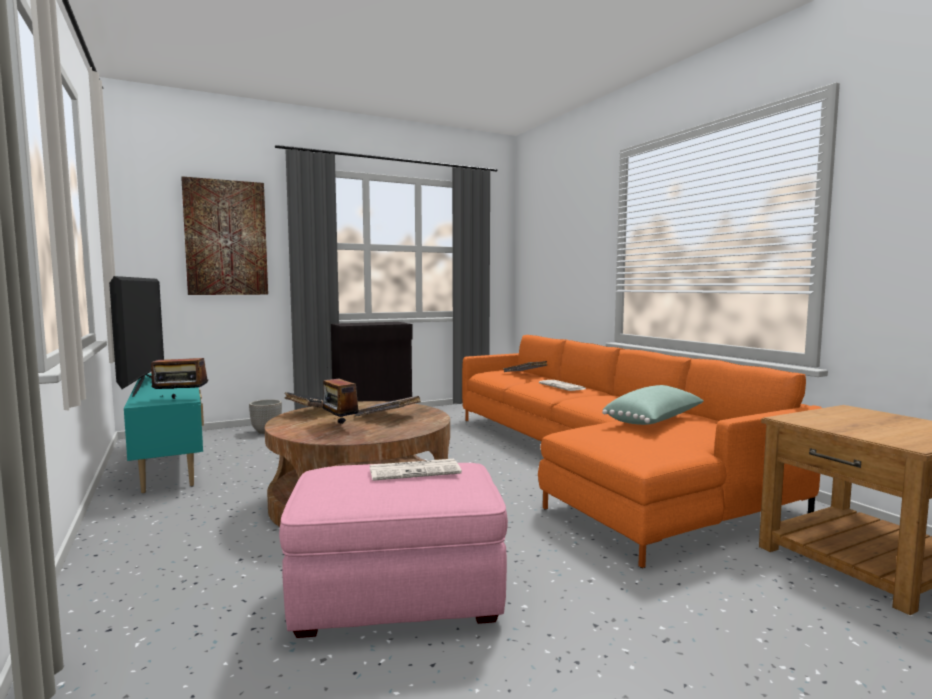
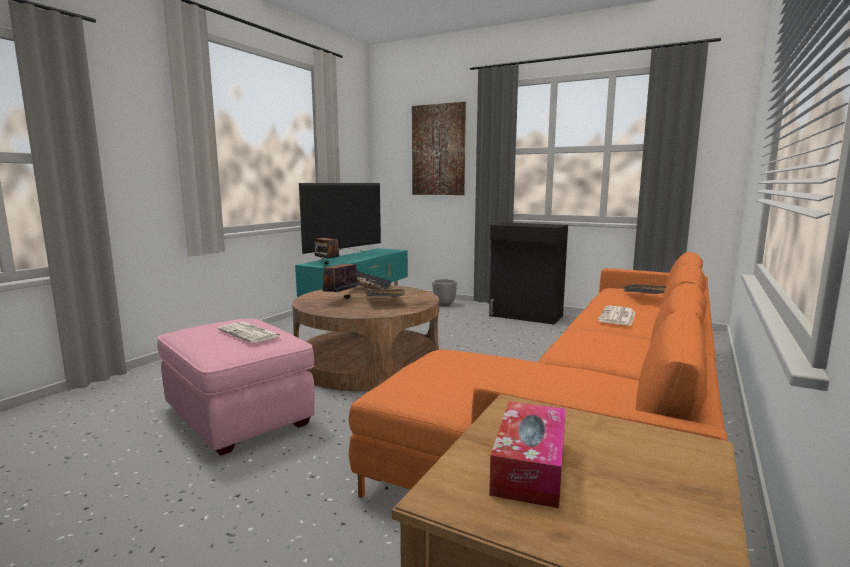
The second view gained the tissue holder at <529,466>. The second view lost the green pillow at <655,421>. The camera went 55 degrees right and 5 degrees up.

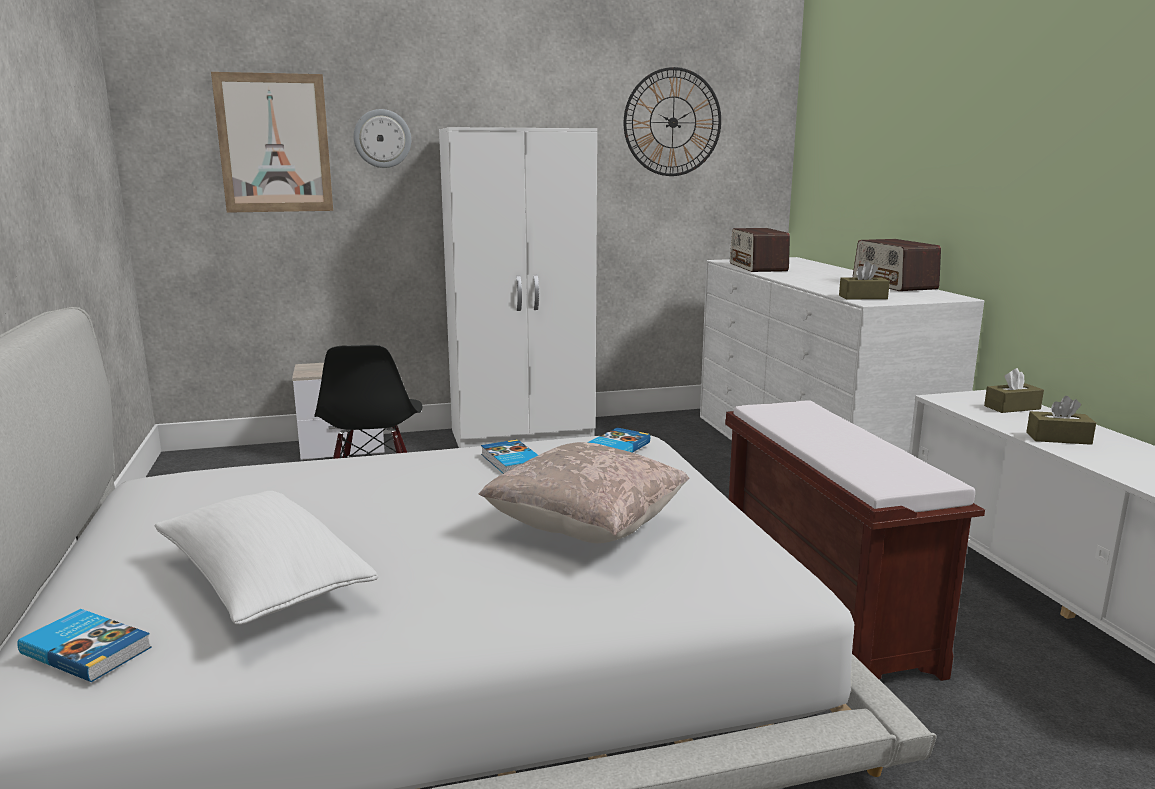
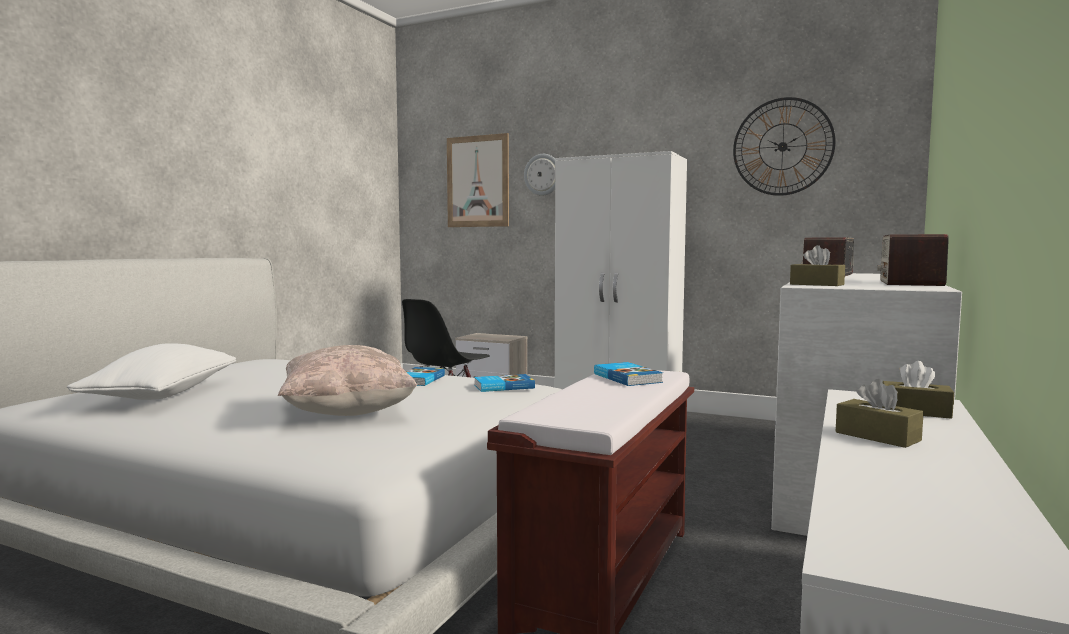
The volume ended up elsewhere, having gone from <87,649> to <628,378>. The camera went 40 degrees right and 10 degrees down.

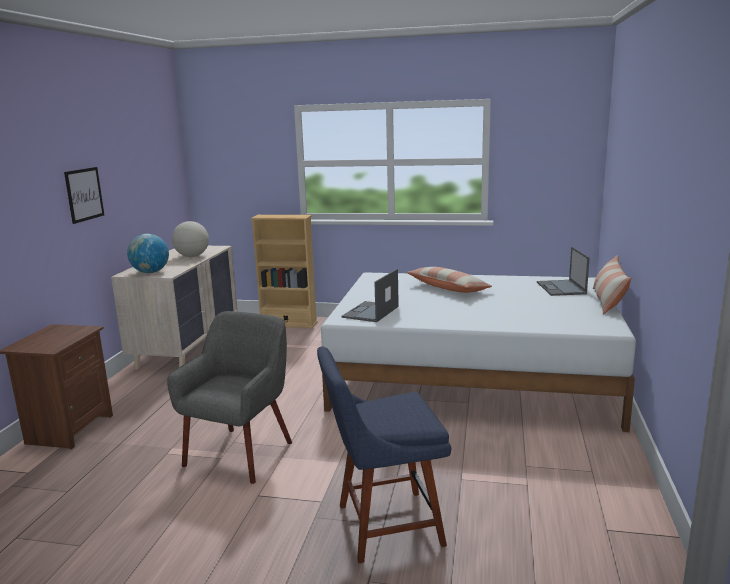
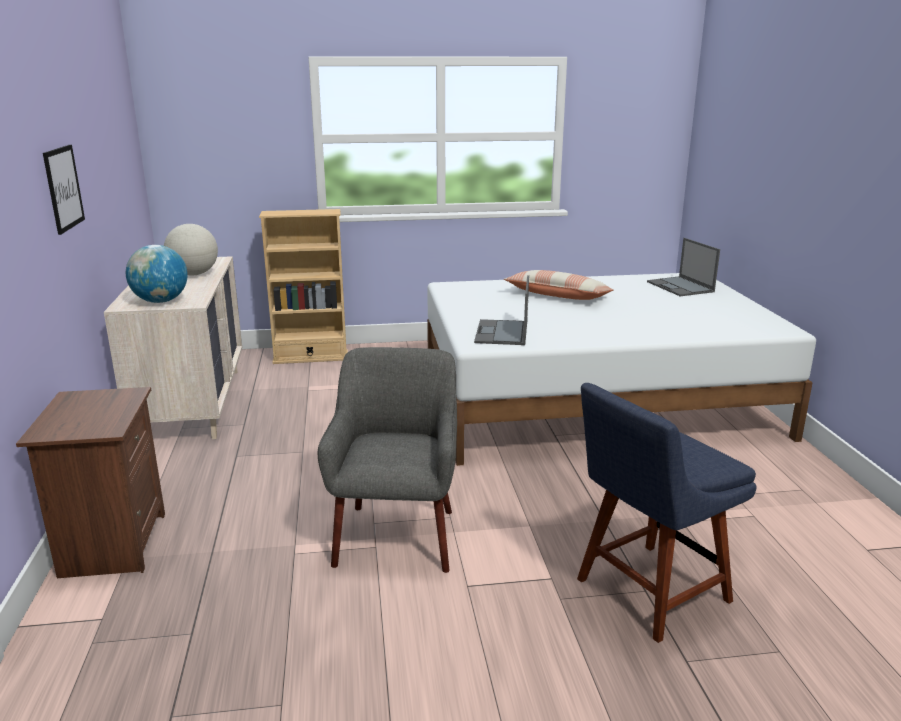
The second view lost the pillow at <608,301>. The camera went 20 degrees left and 5 degrees up.

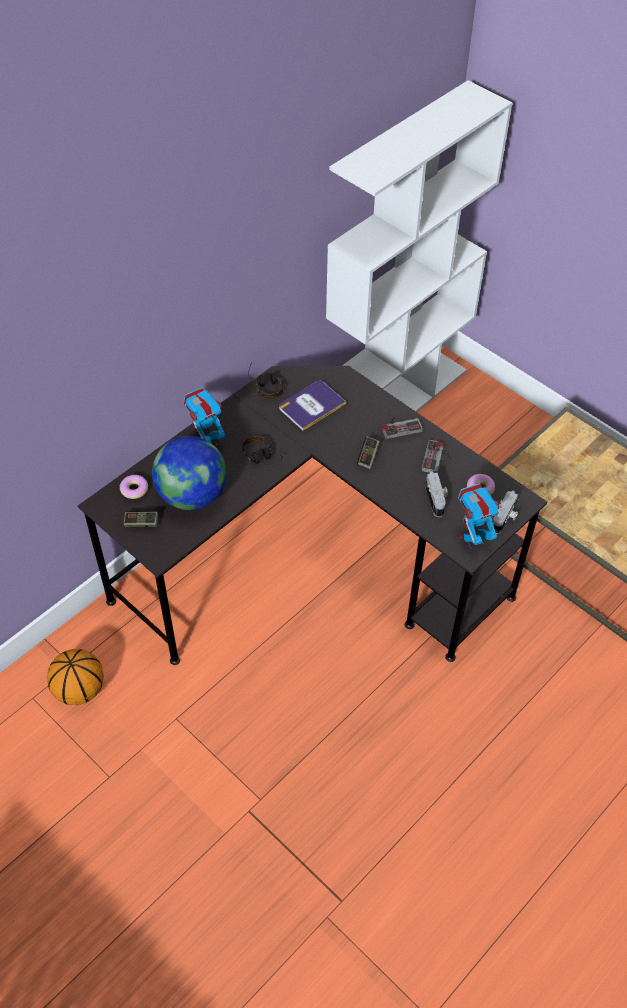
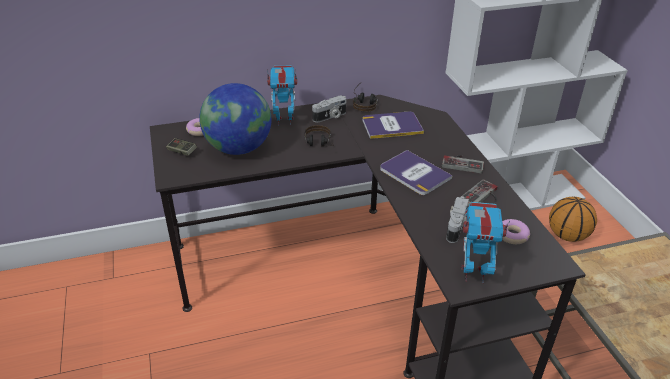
The still camera ended up elsewhere, having gone from <504,518> to <330,117>. Where the game controller stood at <368,456>, the volume came to stand at <414,173>. The basketball ball ended up elsewhere, having gone from <80,689> to <567,235>. The camera went 30 degrees right and 15 degrees down.

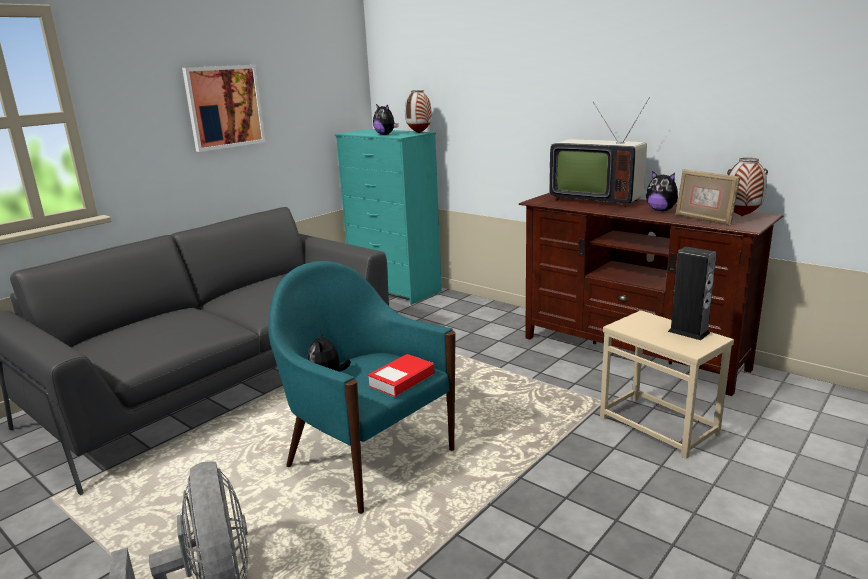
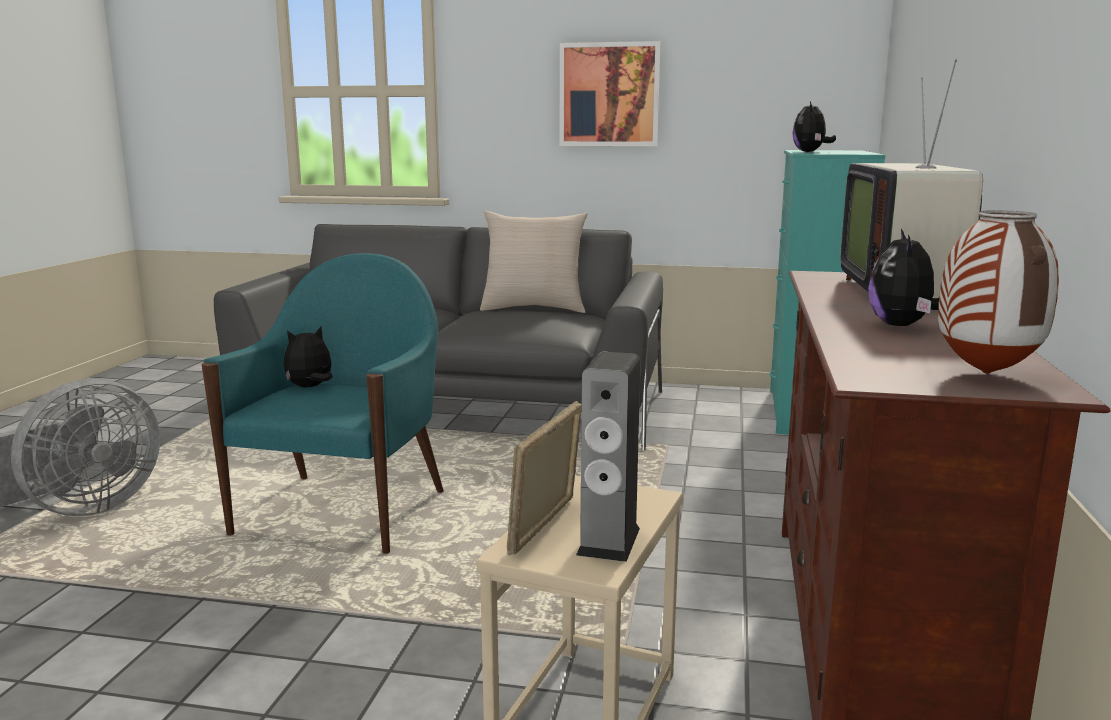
The second view gained the sand-coloured pillow at <534,308>. The standing frame ended up elsewhere, having gone from <703,220> to <546,526>. The second view lost the volume at <402,380>. The second view lost the decorative vase at <419,133>. The camera went 60 degrees right and 5 degrees down.

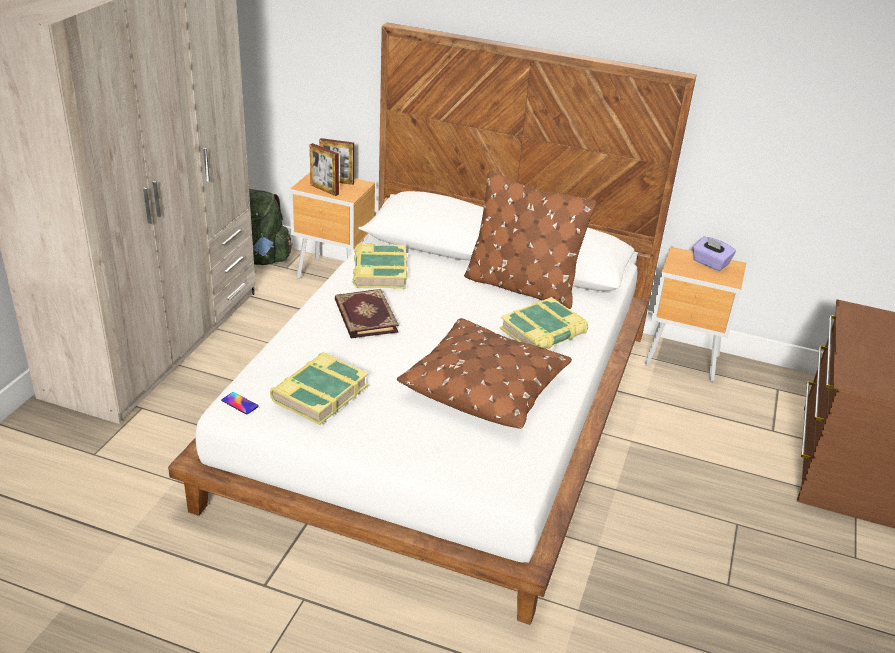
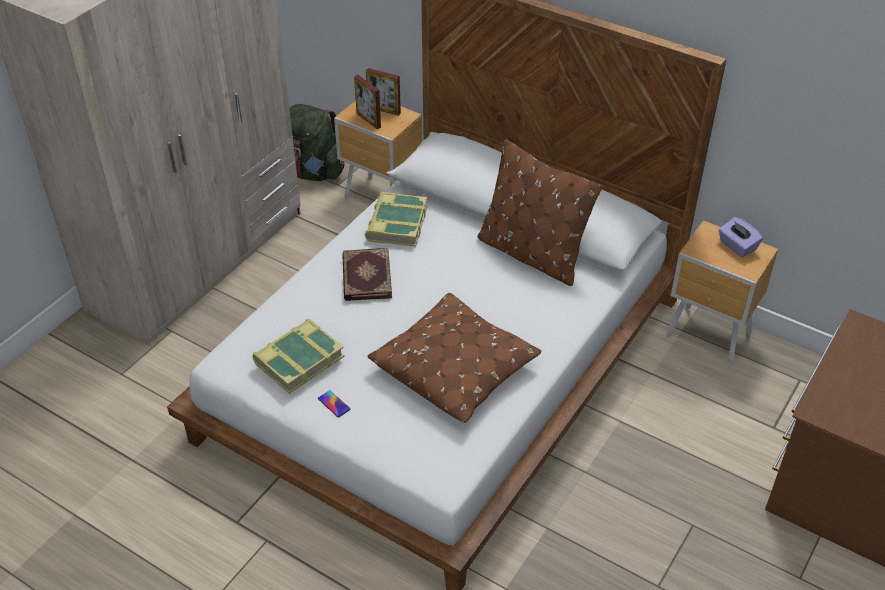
The phone ended up elsewhere, having gone from <240,403> to <334,404>. The second view lost the volume at <543,332>. The camera went 15 degrees right and 10 degrees up.

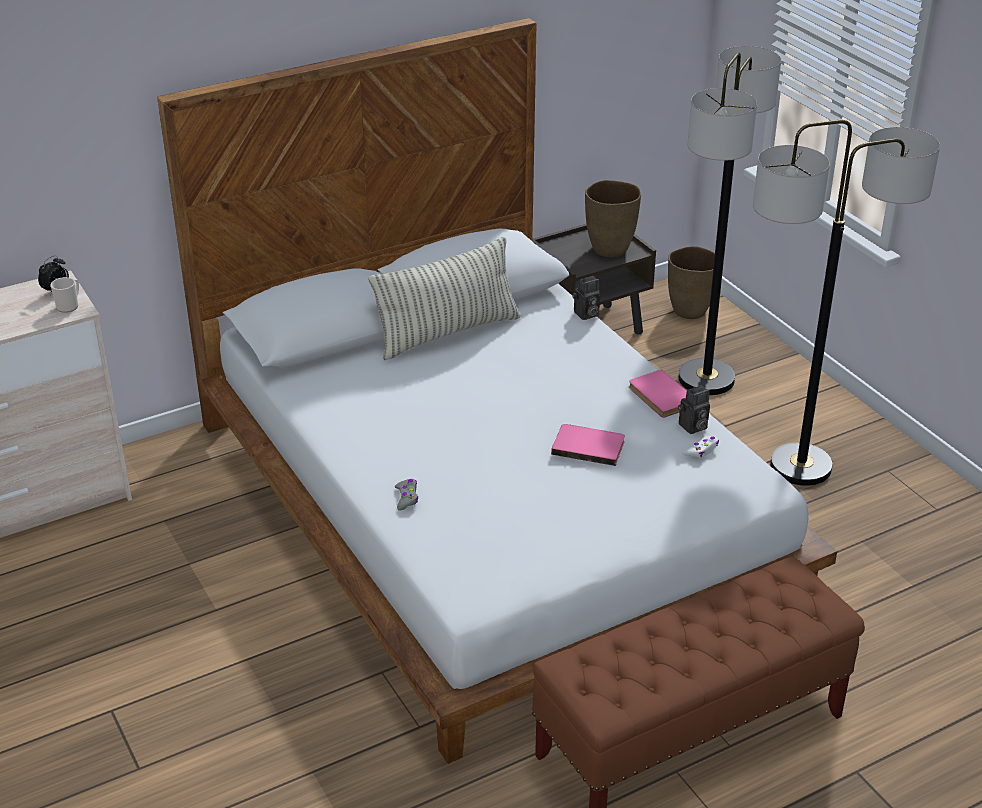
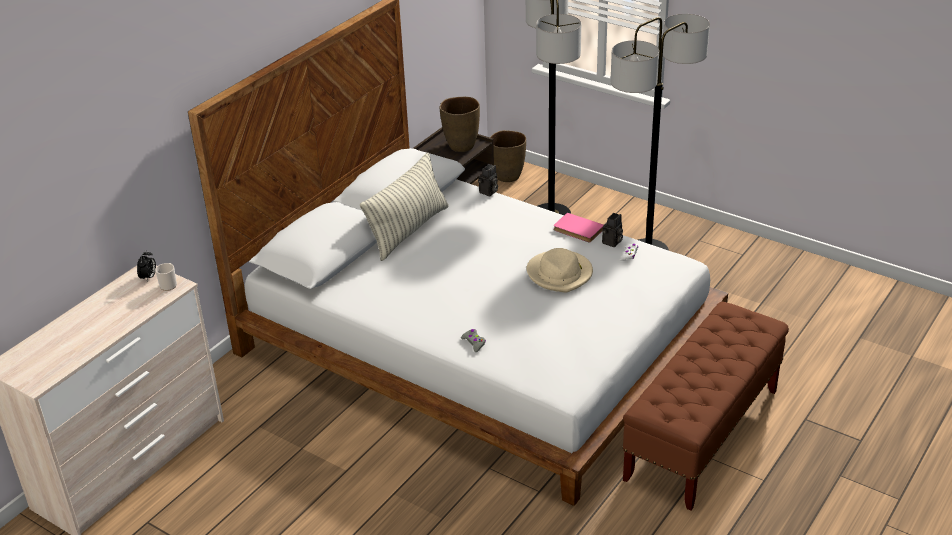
Where the pinkish volume stood at <589,446>, the sand-coloured wearable hat came to stand at <560,274>. The camera went 25 degrees left and 0 degrees up.

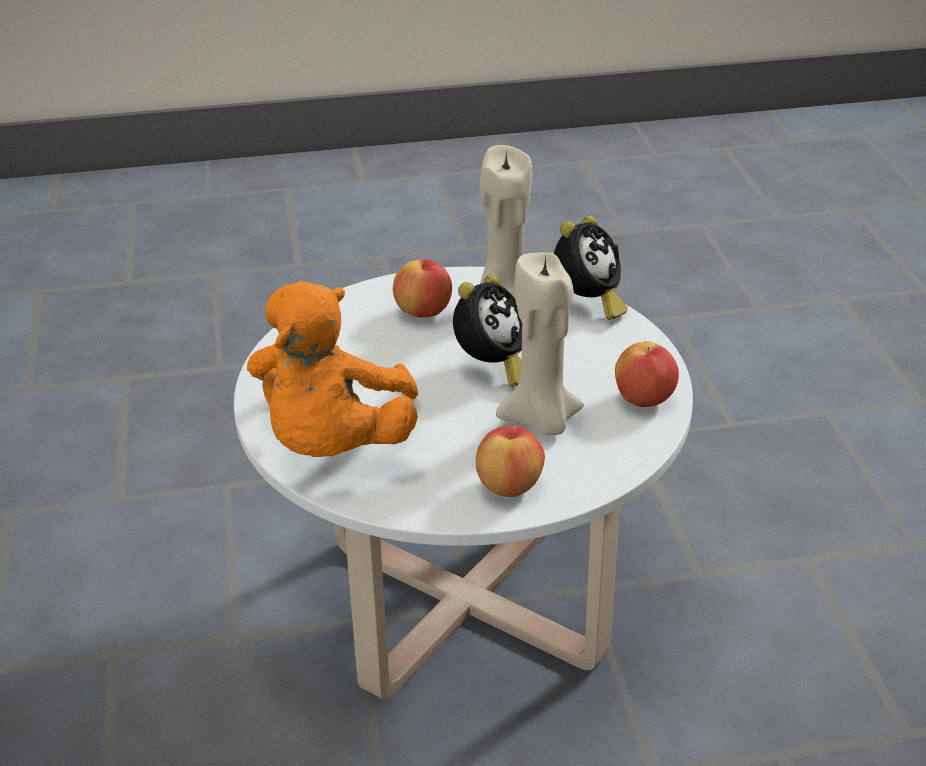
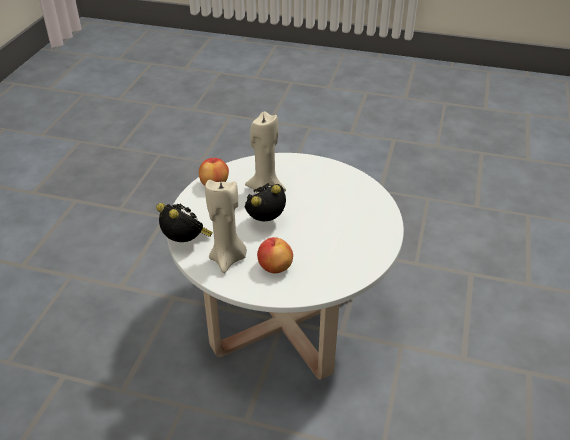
The alarm clock at <588,304> ended up facing another way, 75 degrees clockwise from before. The second view lost the orangey soft toy at <333,445>. The second view lost the apple at <509,486>. The camera went 155 degrees left and 5 degrees up.

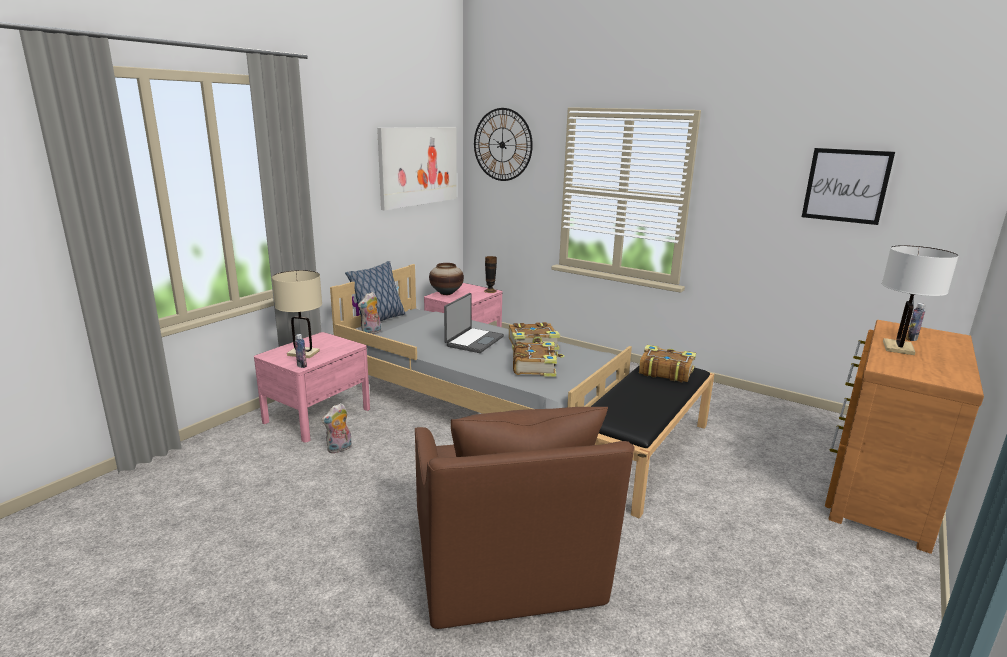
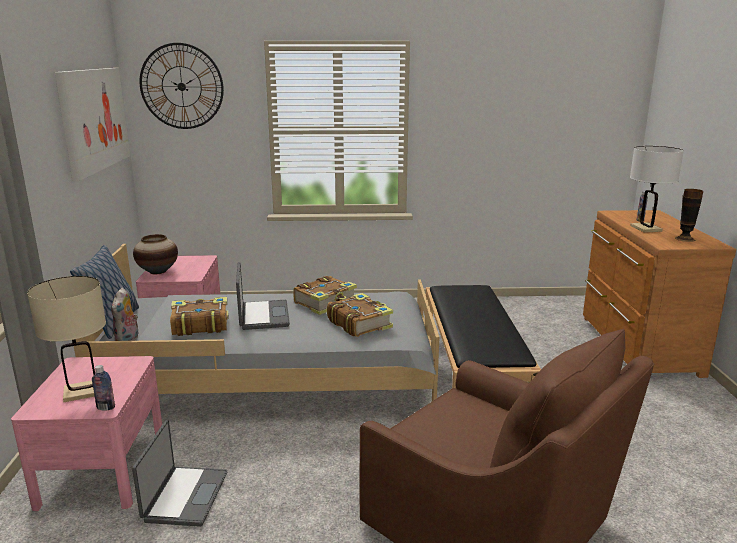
Where the soft toy stood at <339,449>, the notebook computer came to stand at <184,496>. The volume ended up elsewhere, having gone from <665,371> to <199,325>. The decorative vase ended up elsewhere, having gone from <490,291> to <685,239>. The second view lost the wall art at <846,185>. The camera went 35 degrees left and 0 degrees up.

